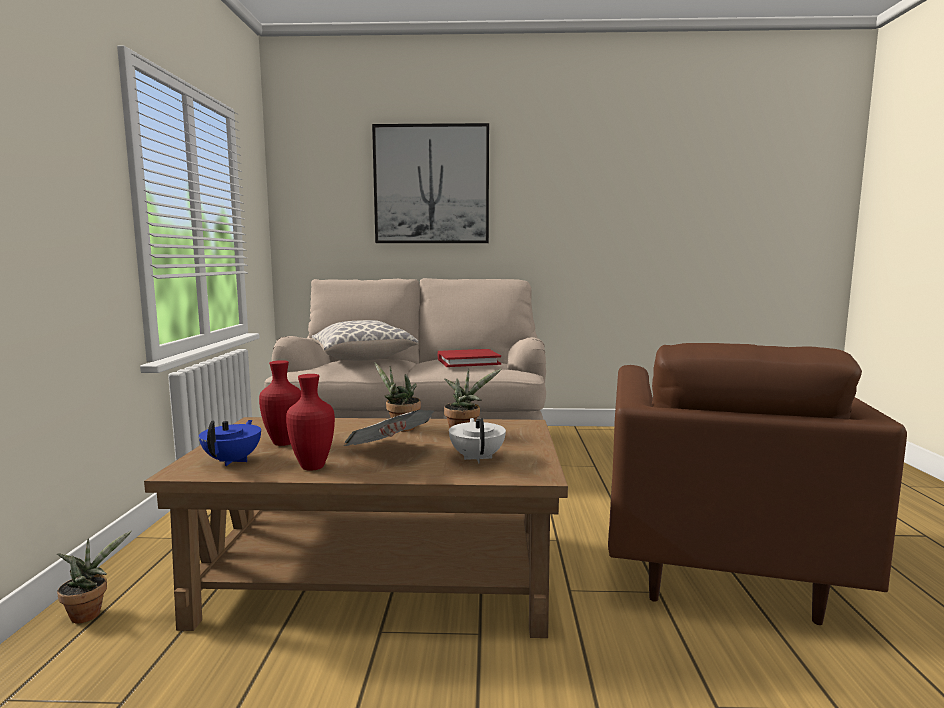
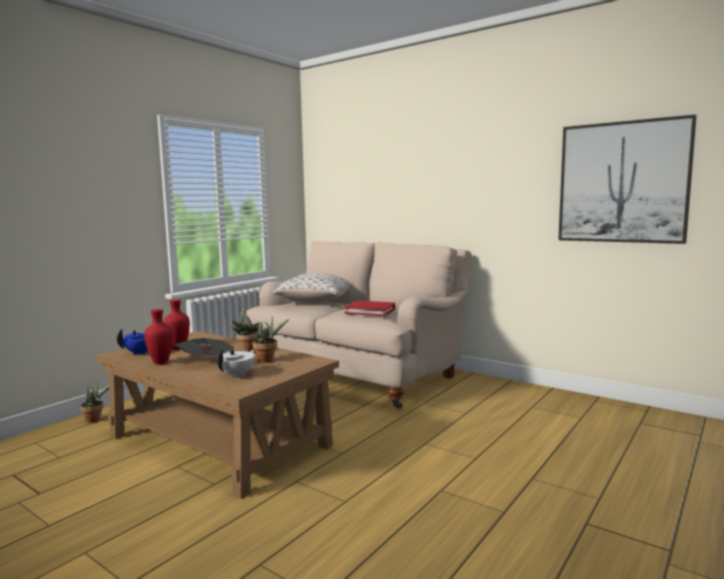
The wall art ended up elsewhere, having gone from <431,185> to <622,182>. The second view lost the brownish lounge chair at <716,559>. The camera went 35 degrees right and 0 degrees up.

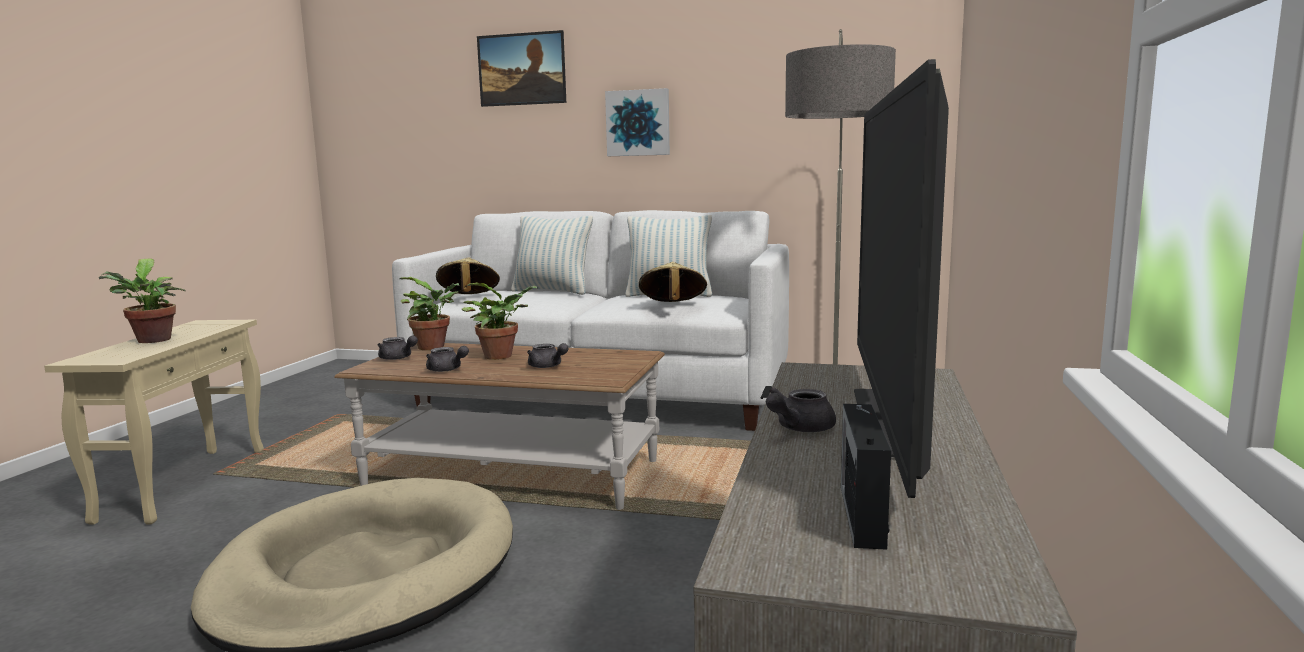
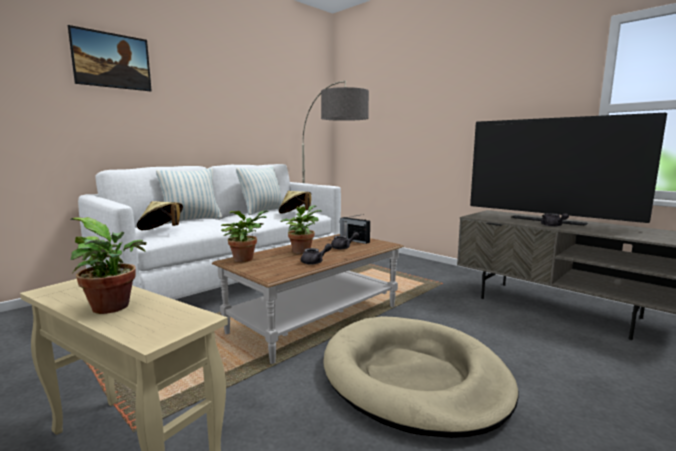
The radio set ended up elsewhere, having gone from <862,514> to <354,240>. The second view lost the grey tea pot at <398,358>. The second view lost the wall art at <638,123>. The camera went 60 degrees left and 0 degrees up.

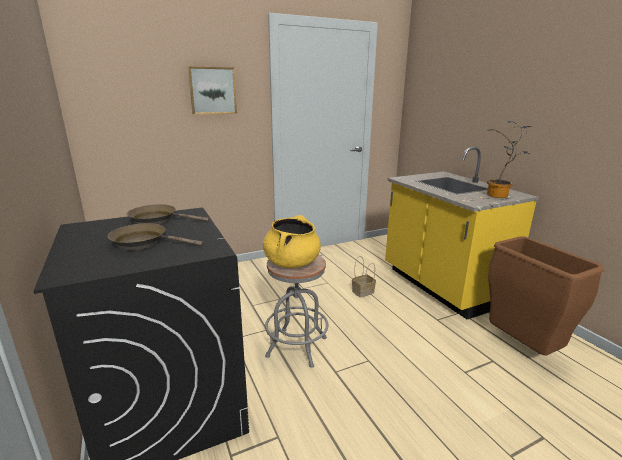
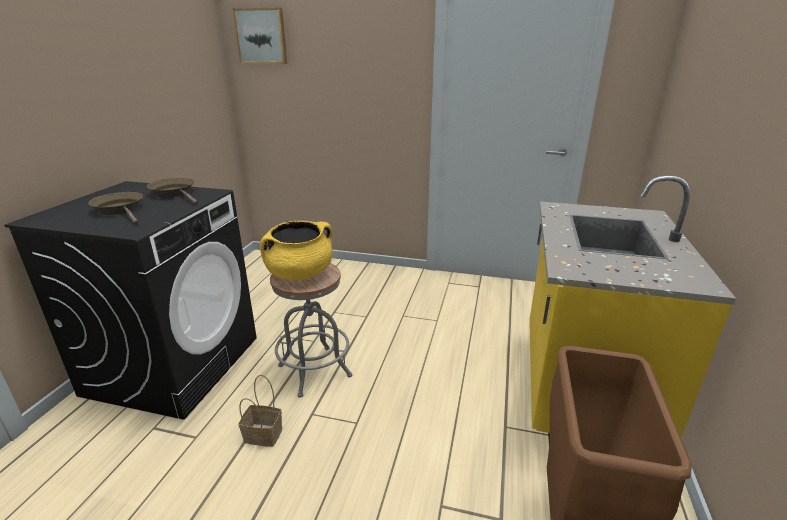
The wall art ended up elsewhere, having gone from <212,91> to <262,36>. The storage basket ended up elsewhere, having gone from <362,292> to <261,435>. The second view lost the potted plant at <499,196>. The camera went 40 degrees right and 5 degrees up.

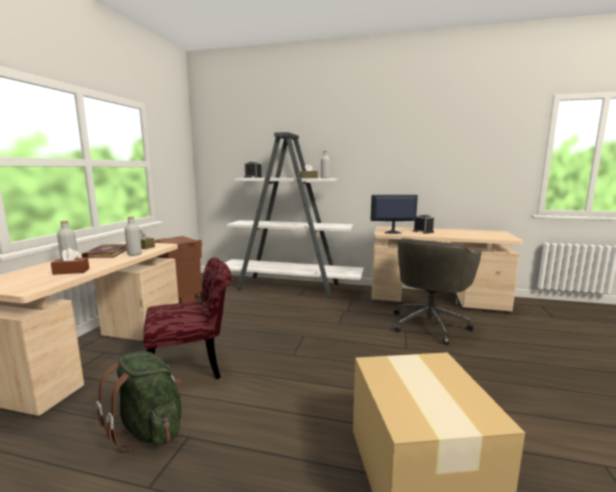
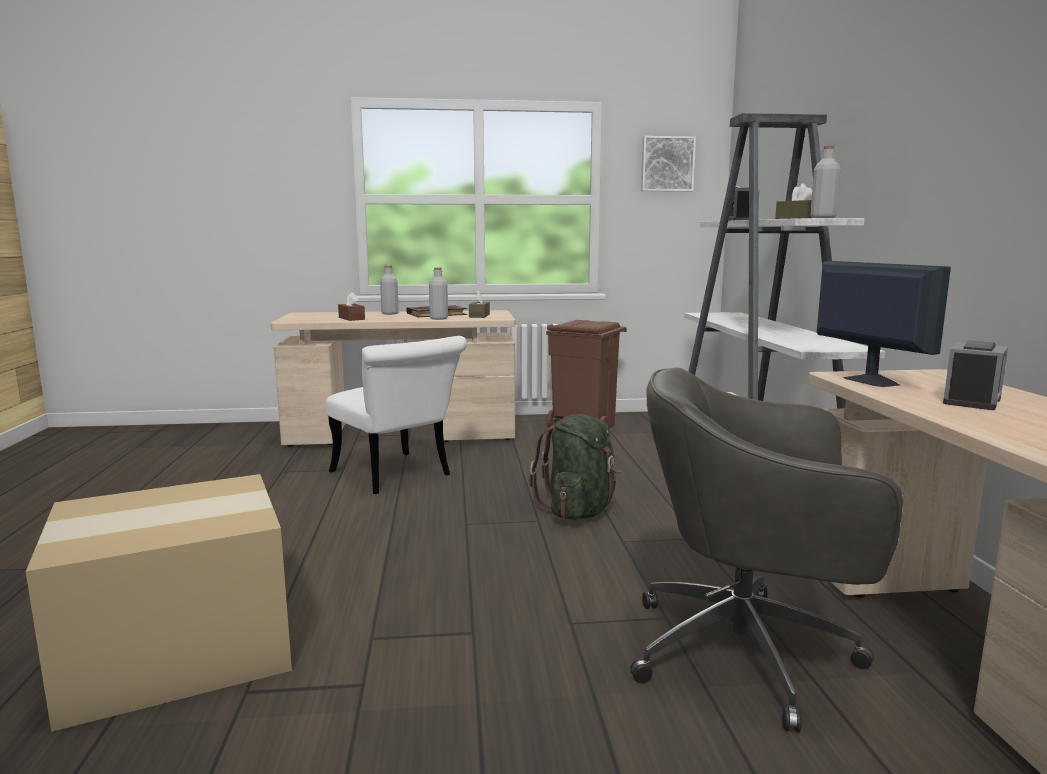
What was the red chair at <194,366> turned into the white-coloured chair at <398,476>. The green backpack ended up elsewhere, having gone from <149,430> to <579,511>. The second view gained the wall art at <667,164>. The camera went 70 degrees right and 0 degrees up.

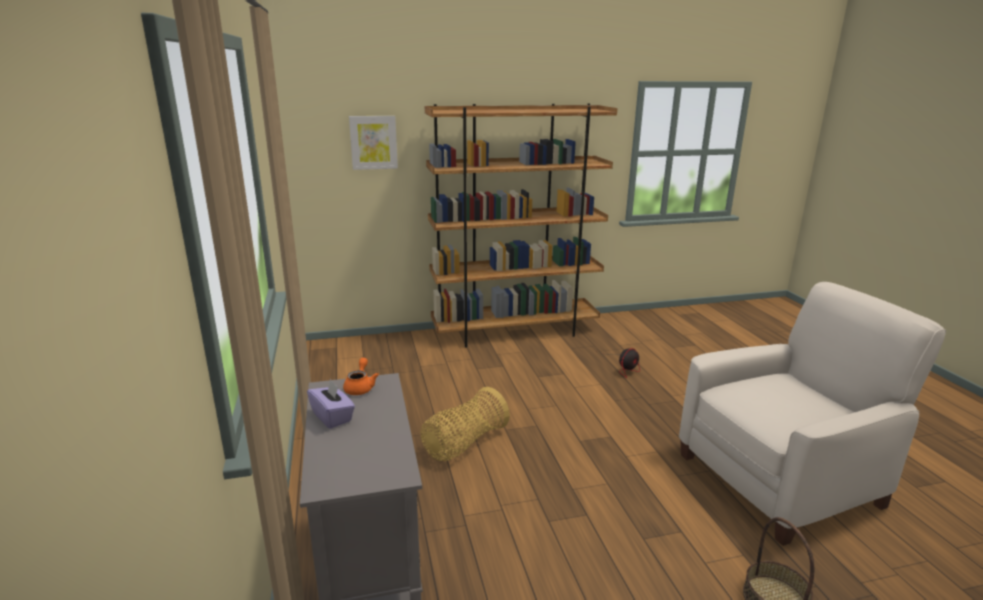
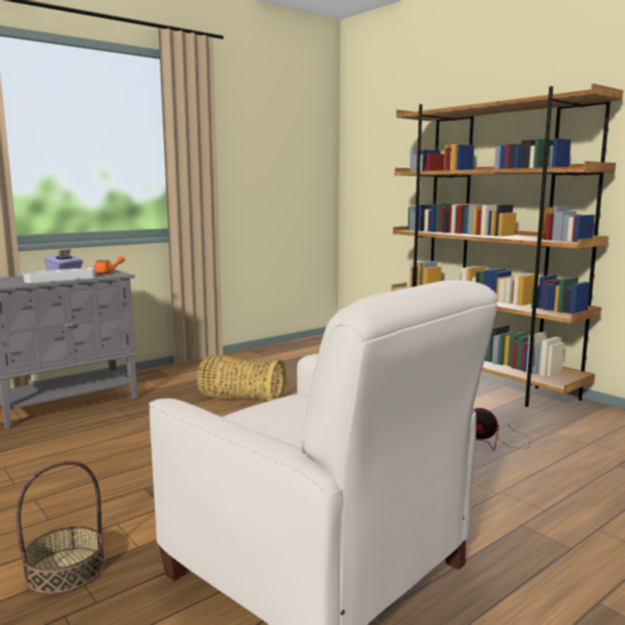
The second view gained the grey tray at <60,279>. The second view lost the wall art at <373,142>. The camera went 65 degrees right and 10 degrees down.

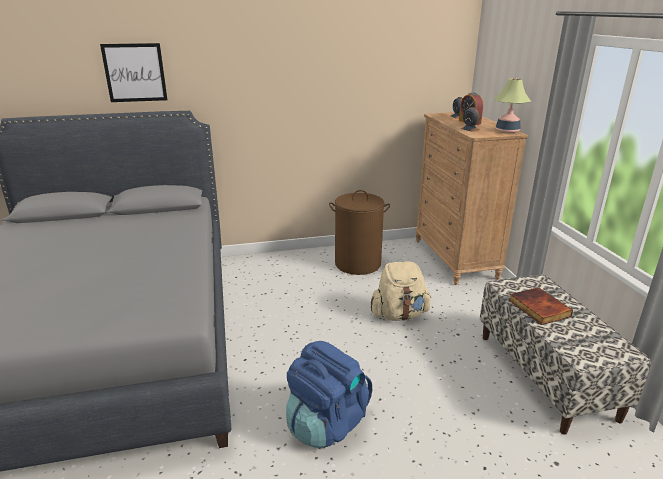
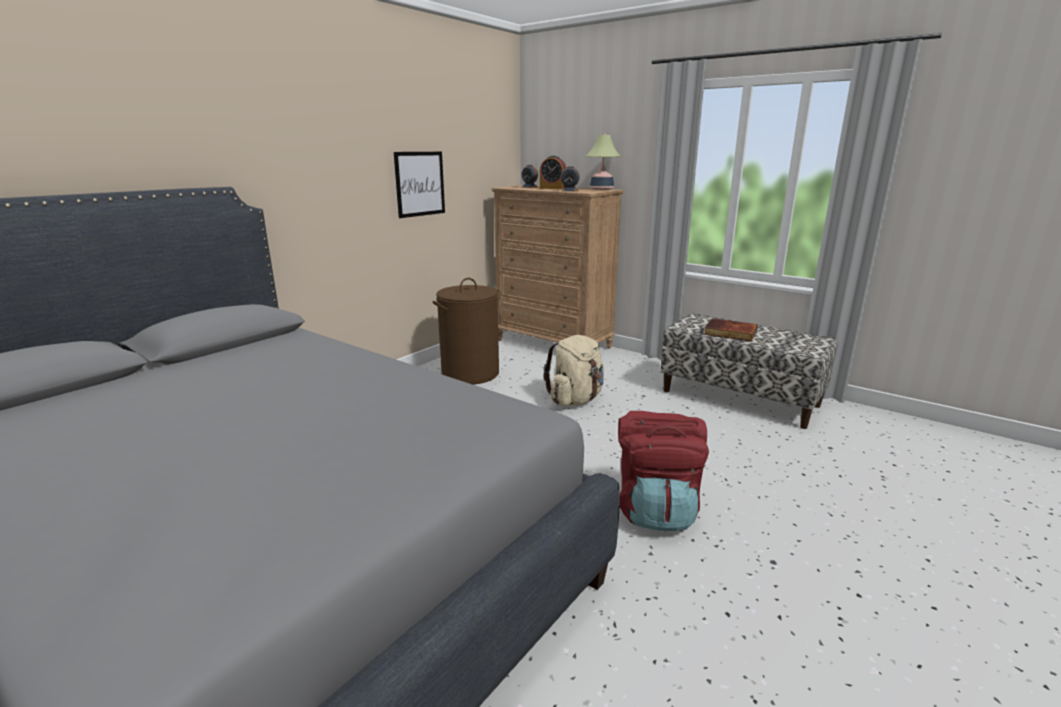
The wall art ended up elsewhere, having gone from <135,72> to <420,184>. What was the blue backpack at <326,423> turned into the red backpack at <656,509>. The camera went 40 degrees left and 5 degrees down.

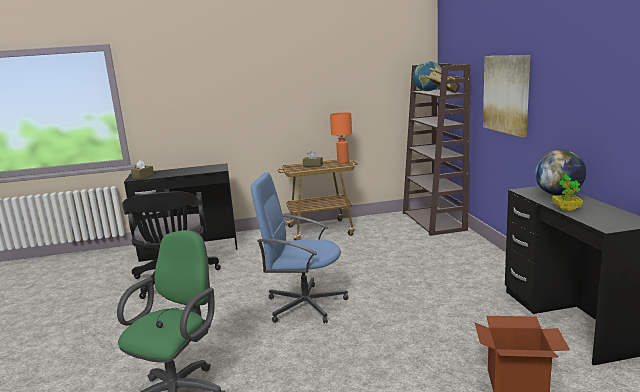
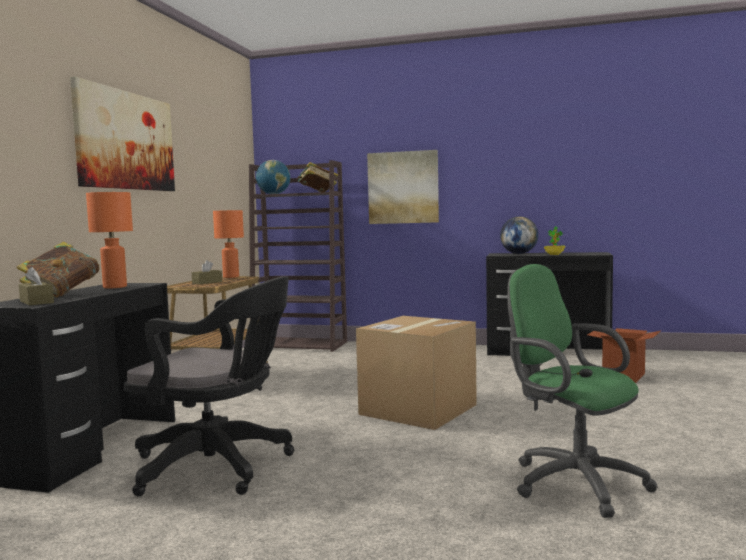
The second view gained the volume at <62,294>. The second view gained the wall art at <126,141>. The second view gained the orangey table lamp at <114,287>. Where the blue office chair stood at <304,305>, the carton came to stand at <418,409>. The camera went 65 degrees left and 10 degrees down.

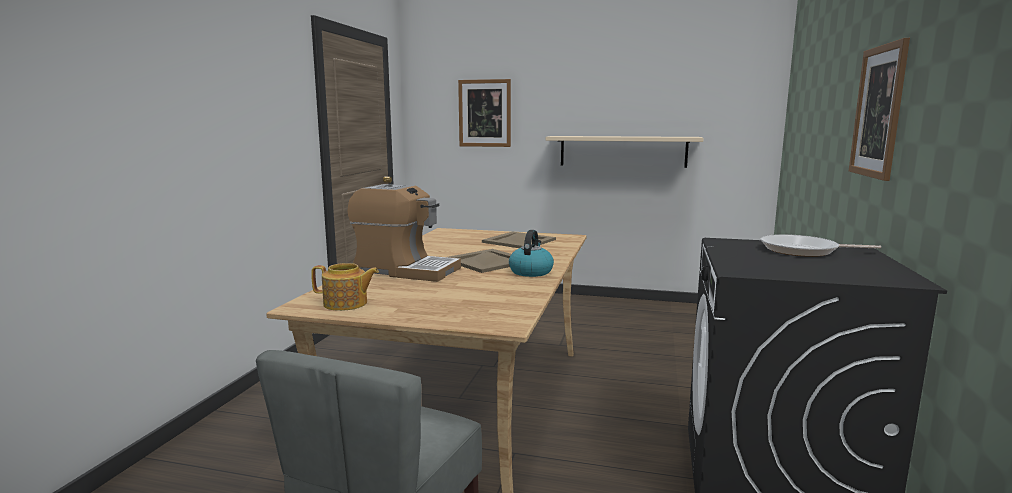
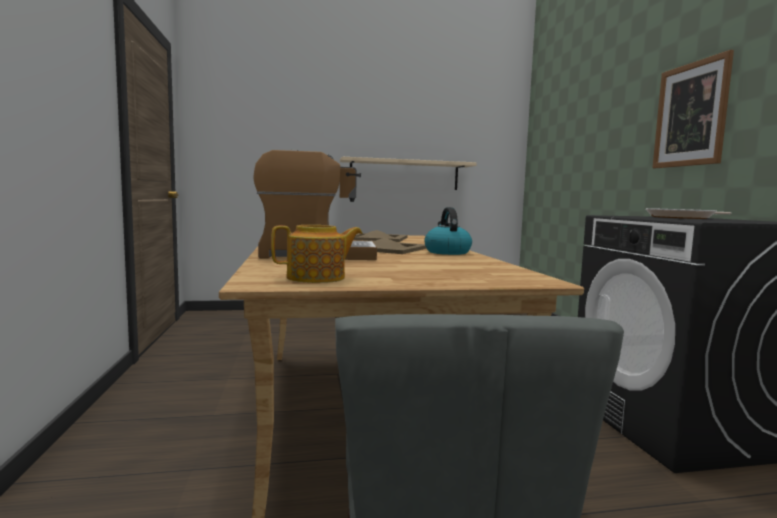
The second view lost the wall art at <484,113>. The camera went 25 degrees left and 5 degrees down.

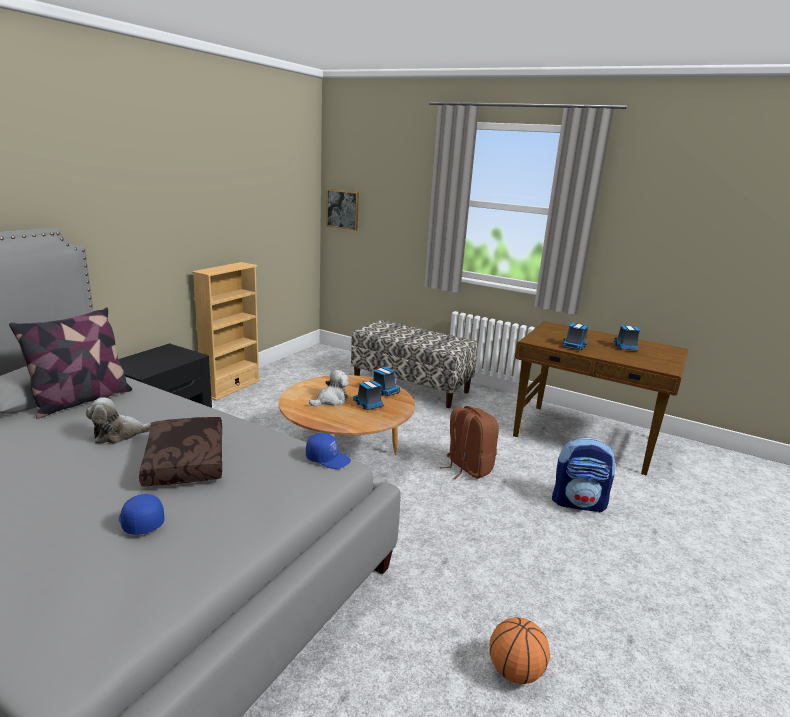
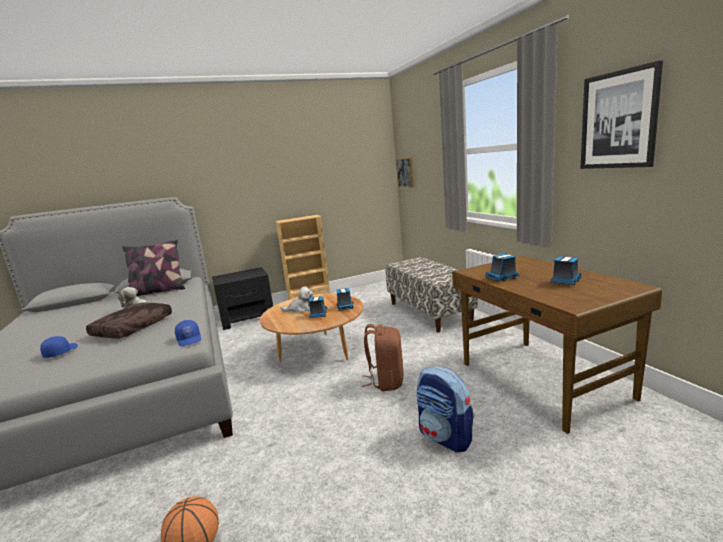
The second view gained the wall art at <618,120>. The camera went 40 degrees right and 5 degrees down.

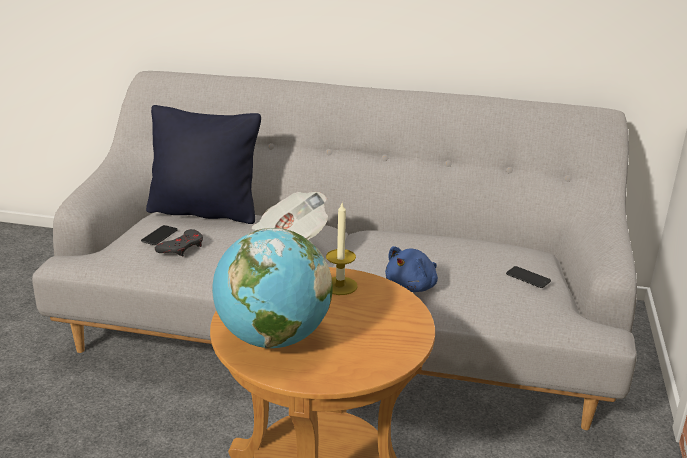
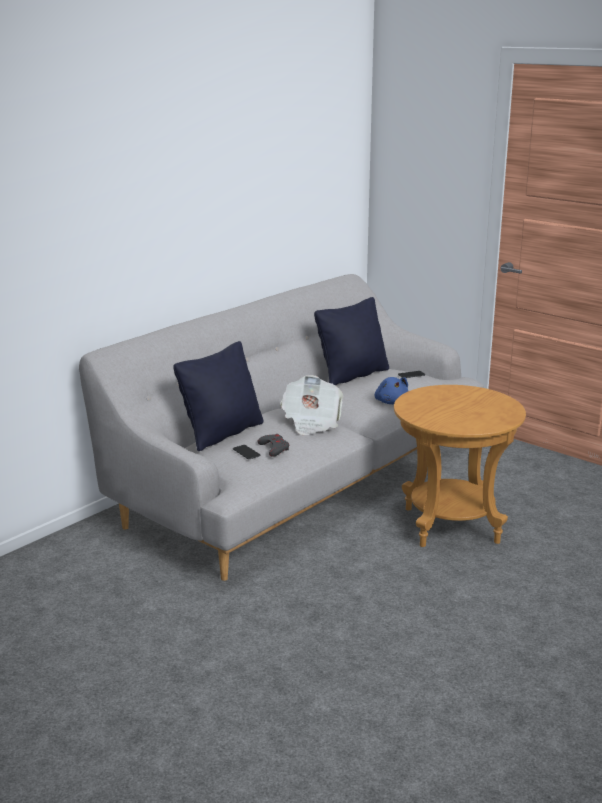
The second view gained the black pillow at <353,375>. The second view lost the desk globe at <273,338>. The second view lost the wax candle at <340,286>. The camera went 60 degrees left and 5 degrees down.

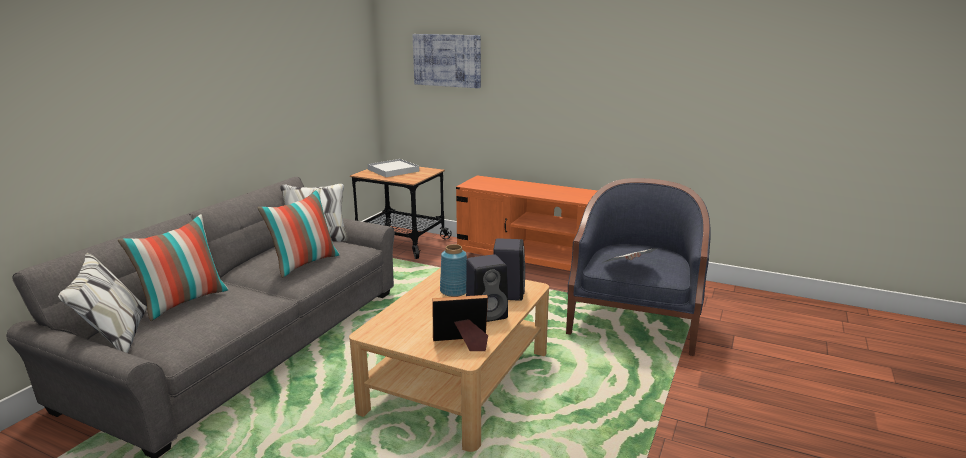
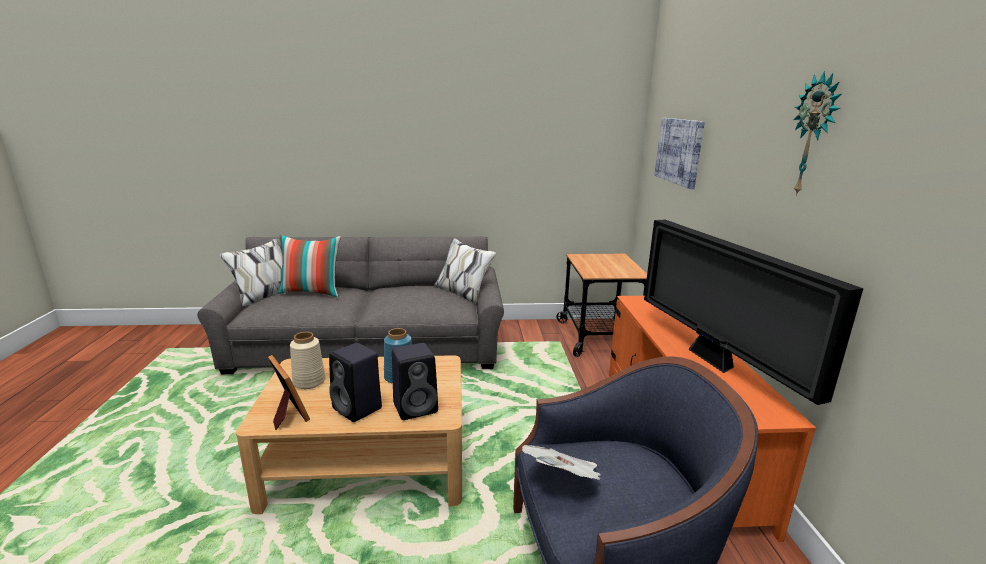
The second view gained the sand-coloured decorative vase at <308,381>. The second view gained the TV at <713,361>. The second view gained the hanging clock at <814,135>. The second view lost the pillow at <304,264>. The second view lost the white-coloured tray at <393,170>. The camera went 60 degrees right and 0 degrees up.

